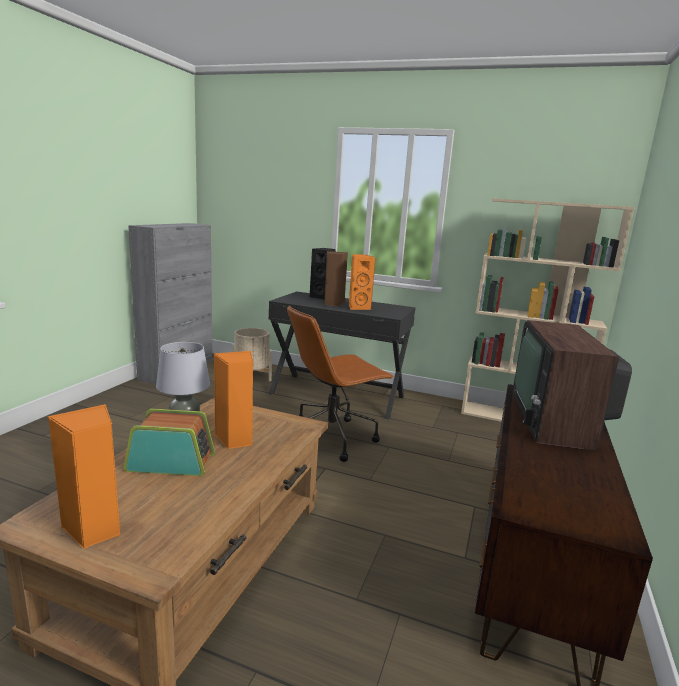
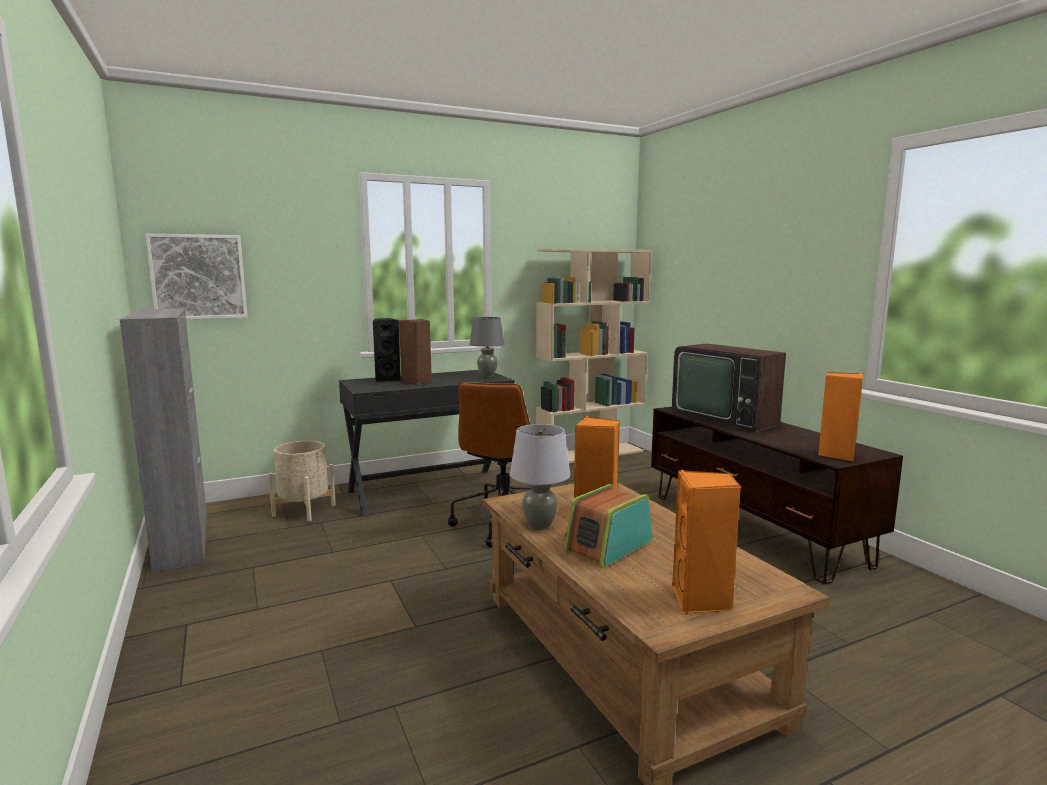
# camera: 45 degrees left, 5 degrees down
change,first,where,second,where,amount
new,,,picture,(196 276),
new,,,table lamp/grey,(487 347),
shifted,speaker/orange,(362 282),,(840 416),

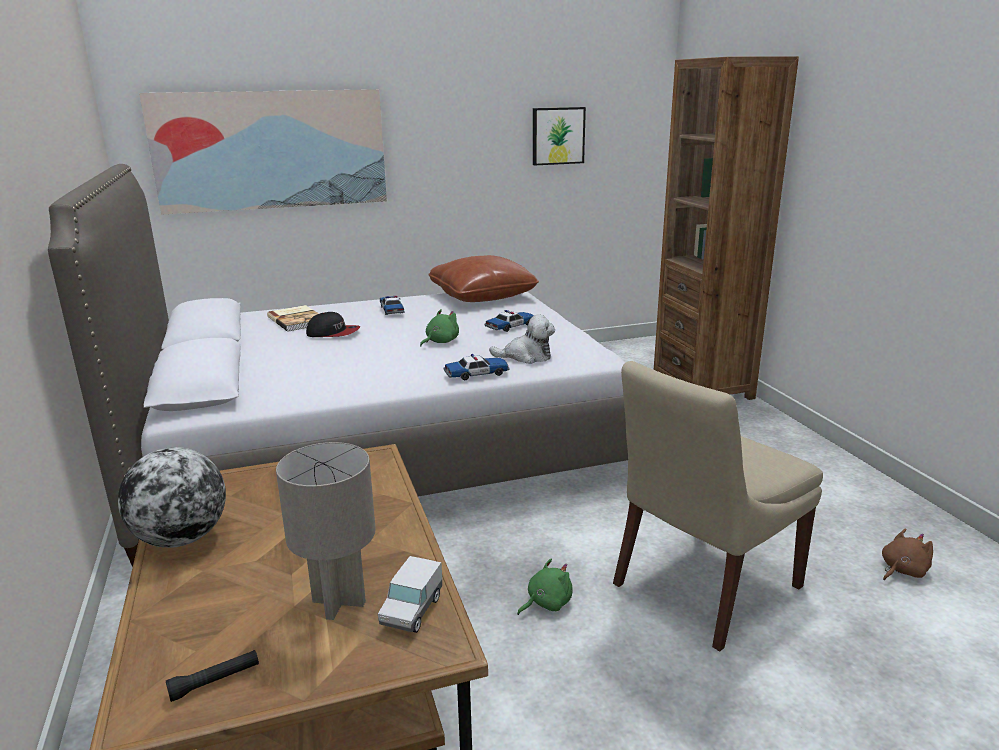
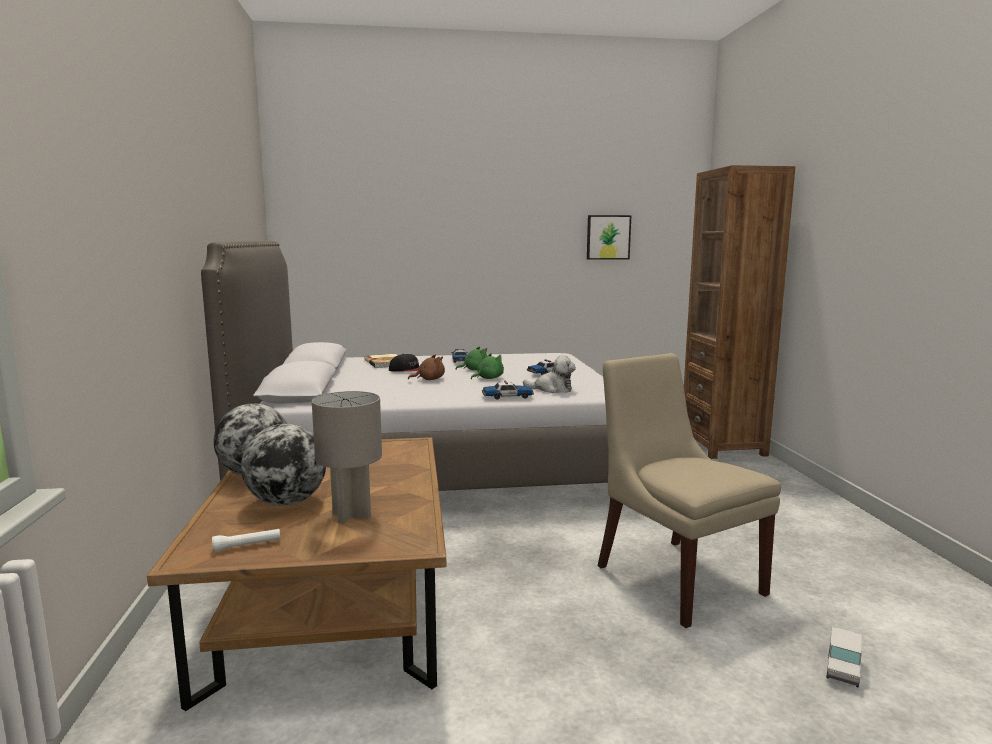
# camera: 10 degrees right, 10 degrees down
change,first,where,second,where,amount
repainted,flashlight/black,(212 676),flashlight/white,(246 540),
new,,,globe,(283 465),
shifted,plush toy/brown,(907 554),,(426 367),
shifted,plush toy/green,(545 586),,(472 358),
rotated,chair/beige,(718 506),,(689 490),90 degrees clockwise
shifted,toy truck,(410 594),,(844 657),
gone,picture,(263 152),,,
gone,pillow/brown,(484 278),,,

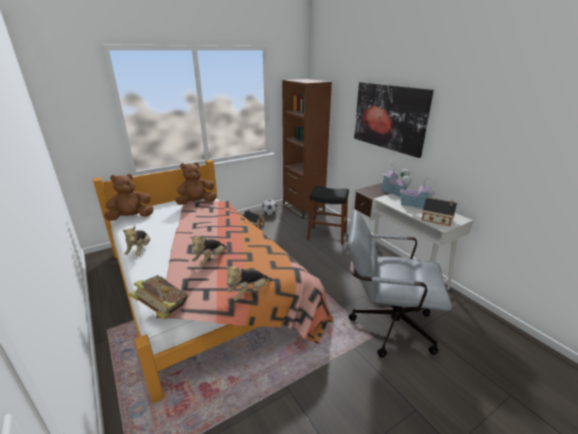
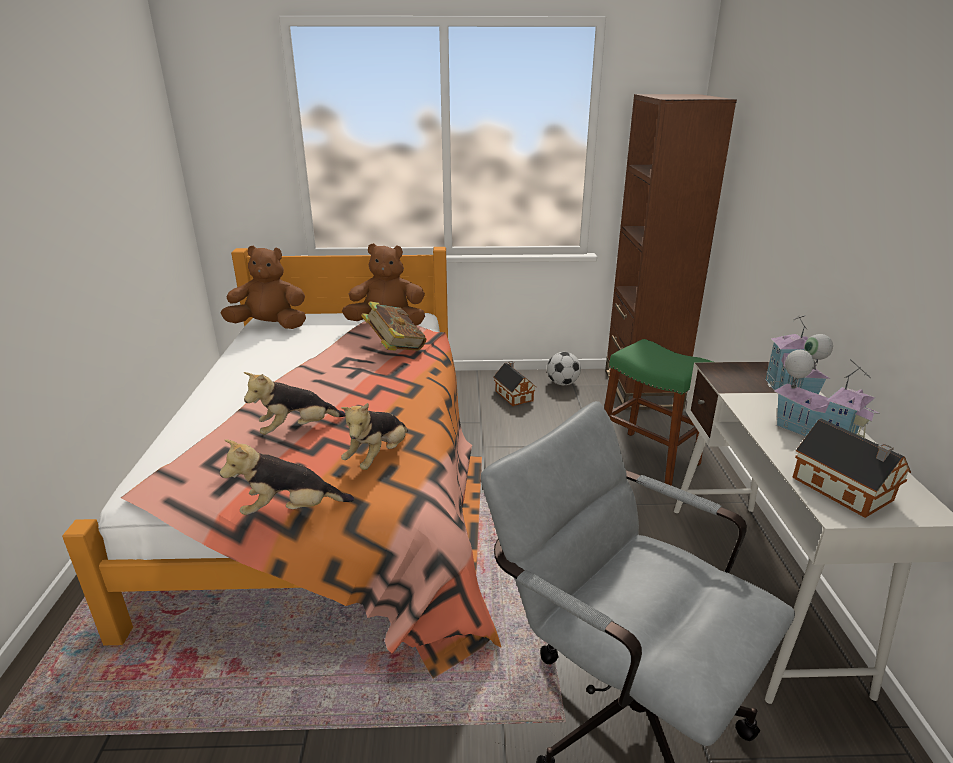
# camera: 30 degrees right, 0 degrees up
change,first,where,second,where,amount
shifted,plush toy,(136 241),,(374 436),
shifted,book,(158 297),,(393 326),
repainted,stool/black,(328 215),stool/green,(658 412),
gone,picture,(394 120),,,

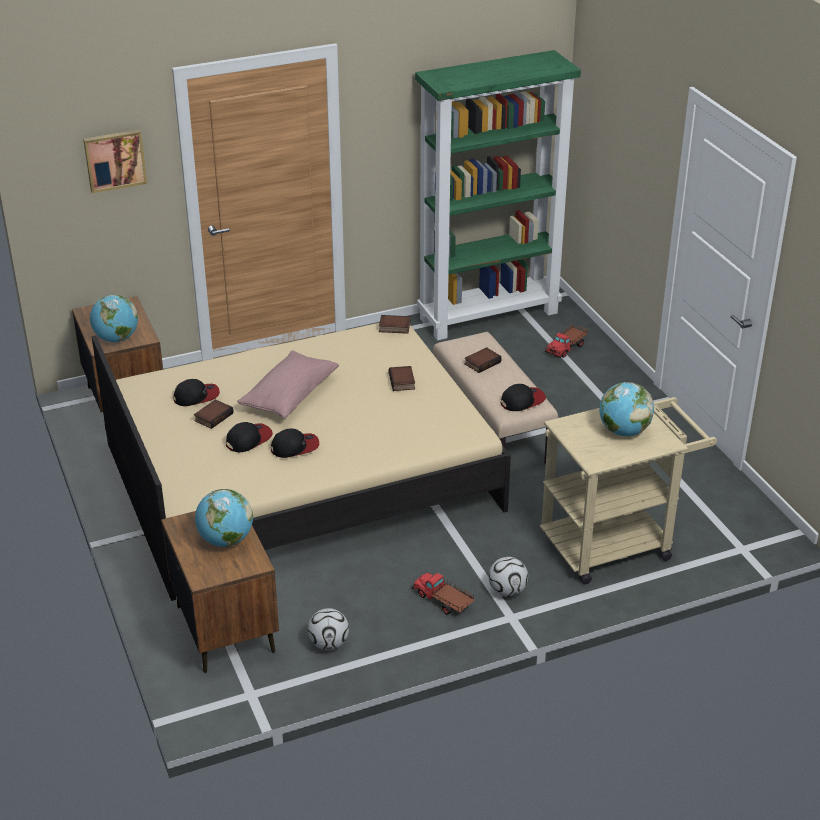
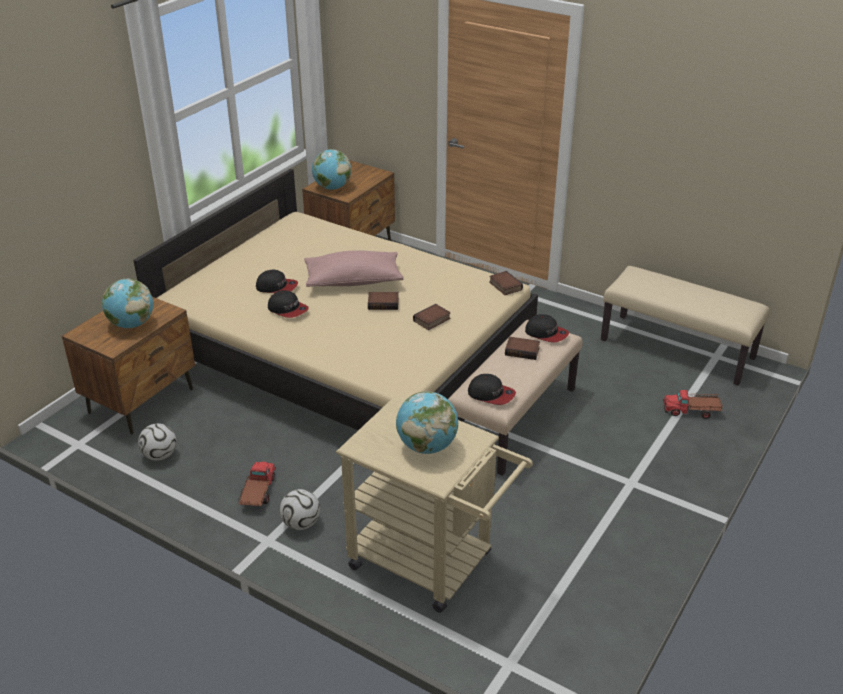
# camera: 55 degrees right, 0 degrees up
change,first,where,second,where,amount
shifted,book,(214 414),,(383 301),
shifted,cap,(196 392),,(547 328),
swapped,bookcase/green,(498 195),bench/beige,(685 326),
gone,picture,(115 161),,,

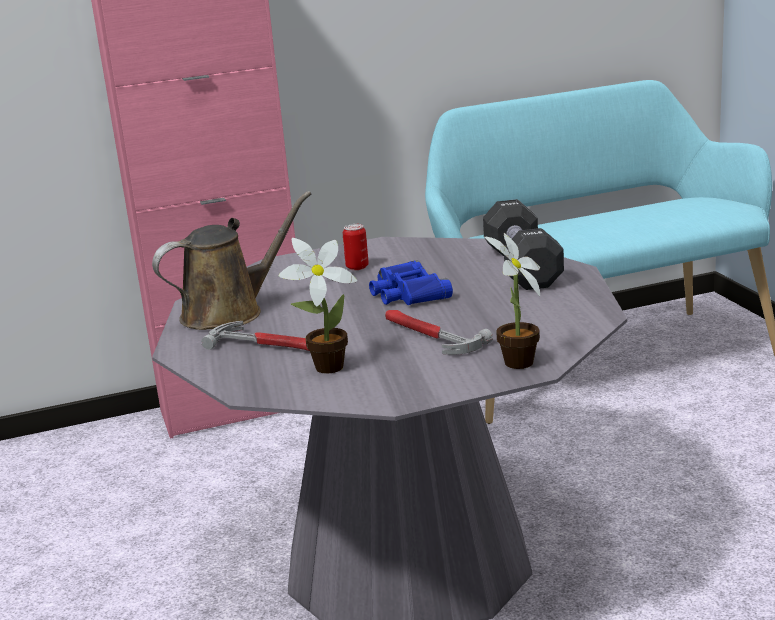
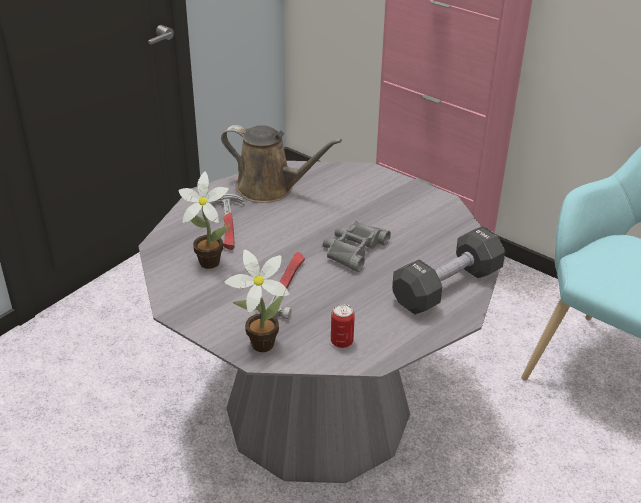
# camera: 55 degrees right, 15 degrees up
change,first,where,second,where,amount
repainted,binoculars/blue,(411 282),binoculars/grey,(357 246),
shifted,can,(355 247),,(343 326),

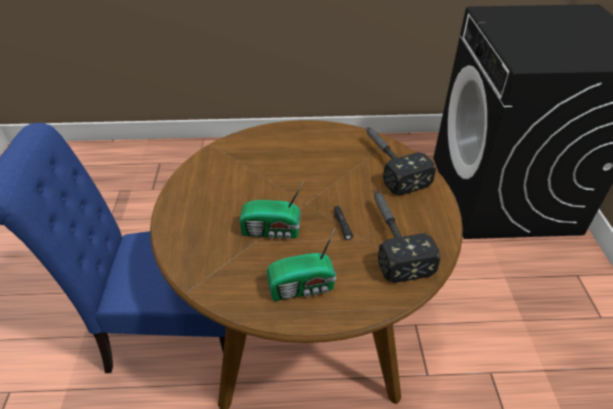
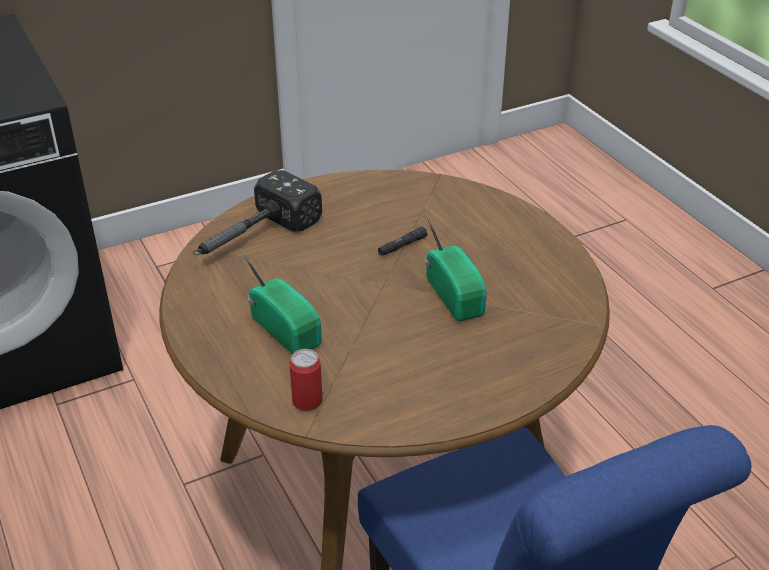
# camera: 115 degrees left, 5 degrees down
change,first,where,second,where,amount
shifted,radio,(301 265),,(280 301),
new,,,can,(306 380),
gone,hammer,(407 236),,,

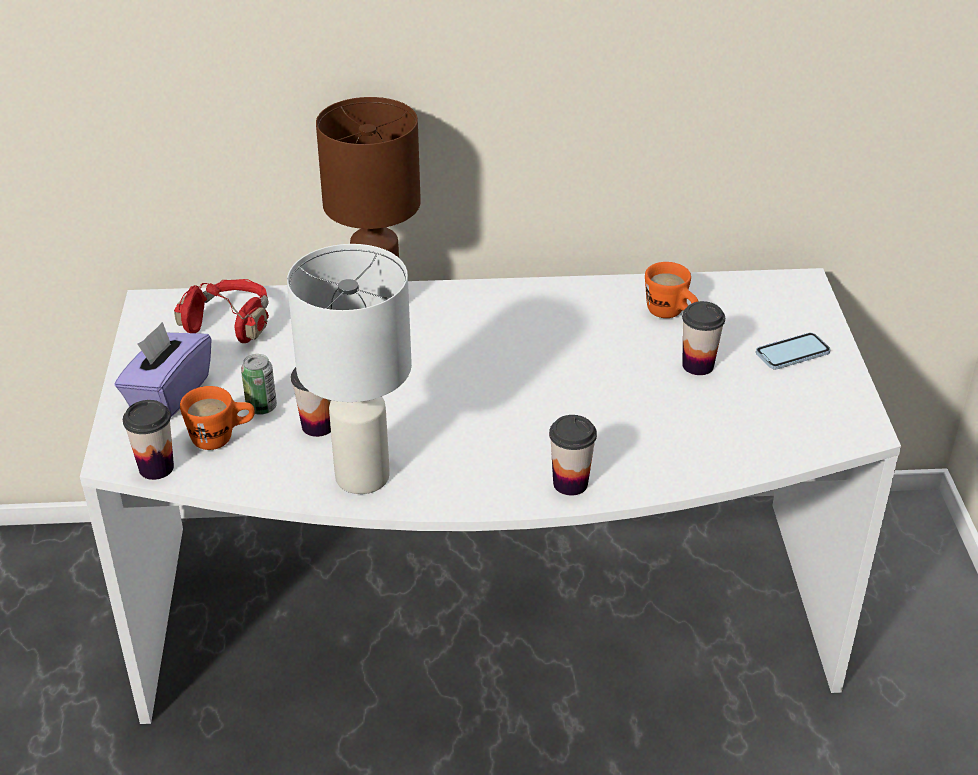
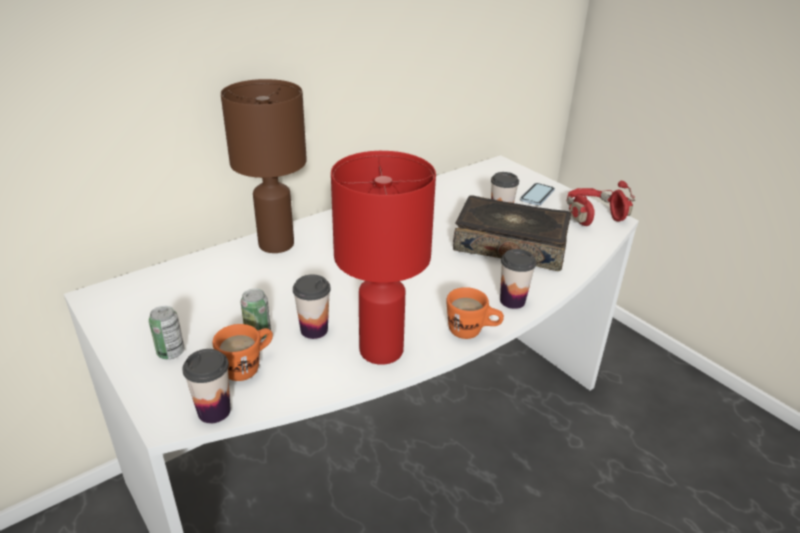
# camera: 35 degrees left, 5 degrees down
change,first,where,second,where,amount
swapped,tissue box/purple,(163 369),can,(166 332),
repainted,table lamp/white,(349 369),table lamp/red,(383 258),
shifted,mug/orange,(671 290),,(475 313),
new,,,book,(512 233),
shifted,headphones/red,(221 311),,(601 203),

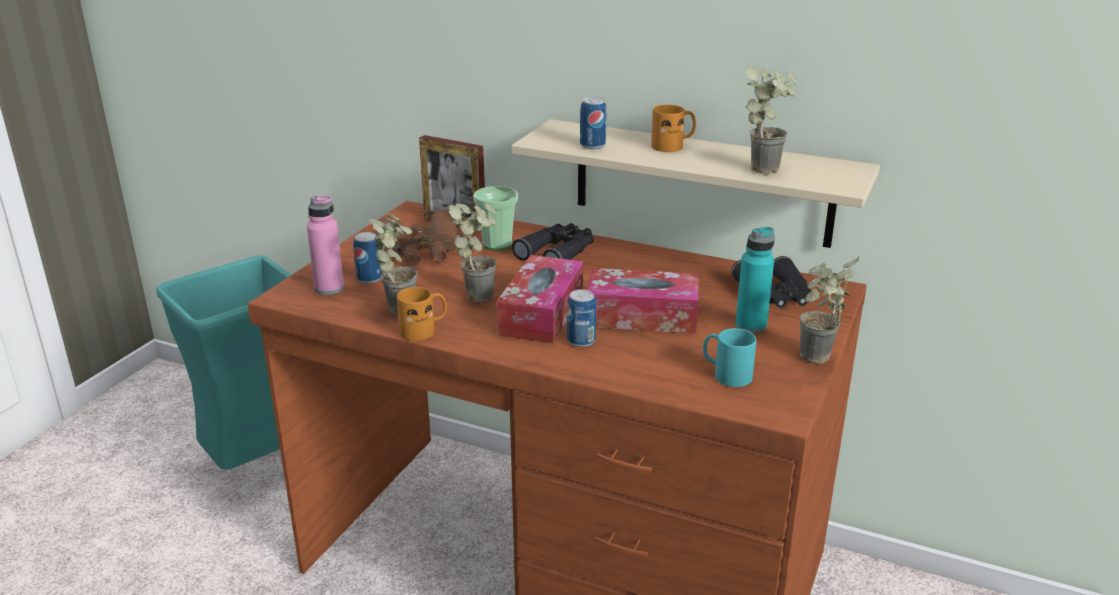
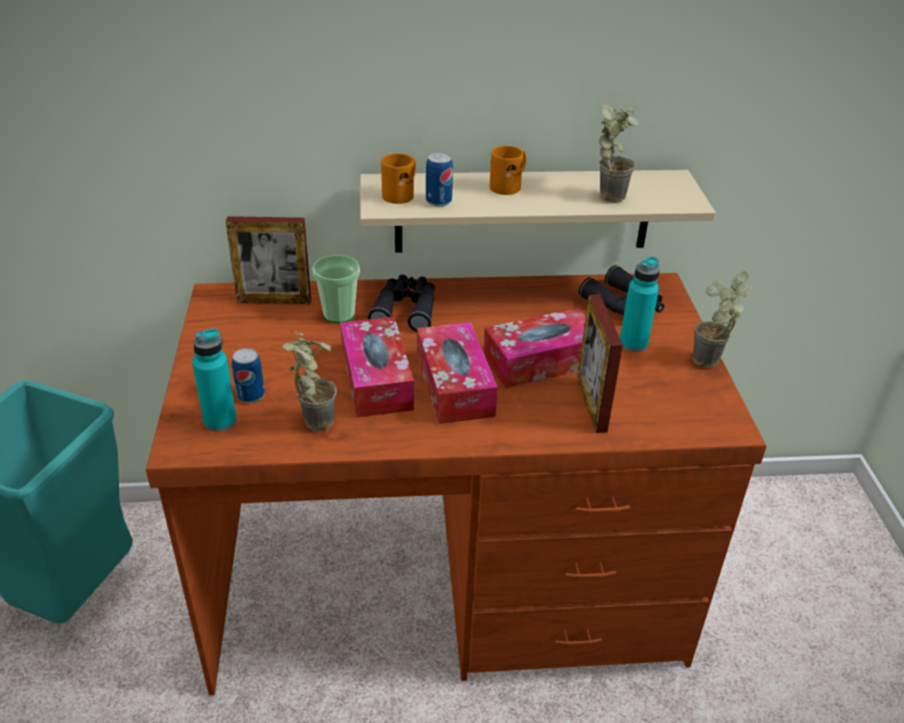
# camera: 30 degrees left, 10 degrees up
change,first,where,second,where,amount
repainted,bottle/pink,(325 245),bottle/turquoise,(214 380),
swapped,potted plant,(473 252),tissue box,(377 367),
shifted,mug/orange,(422 314),,(398 178),
new,,,picture frame,(600 363),
gone,binoculars/brown,(418 238),,,
gone,can,(582 318),,,
gone,mug/turquoise,(730 357),,,

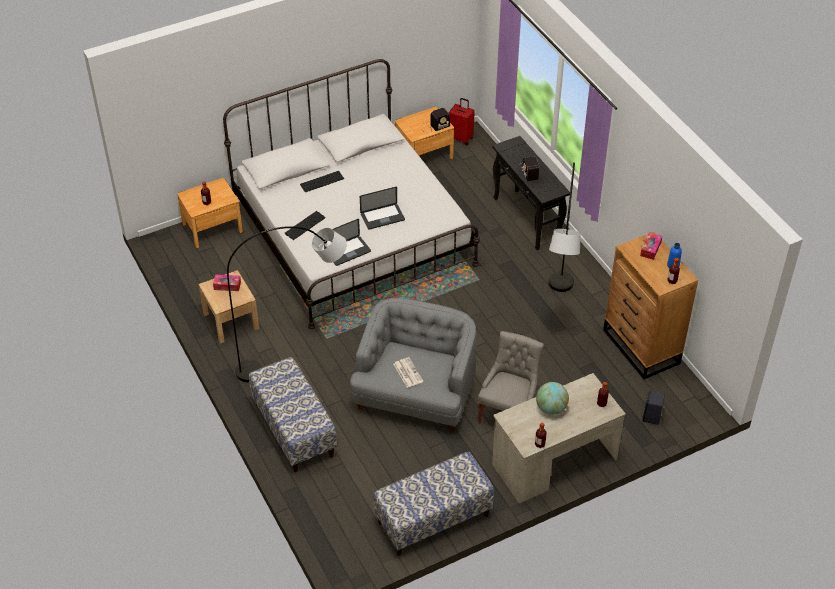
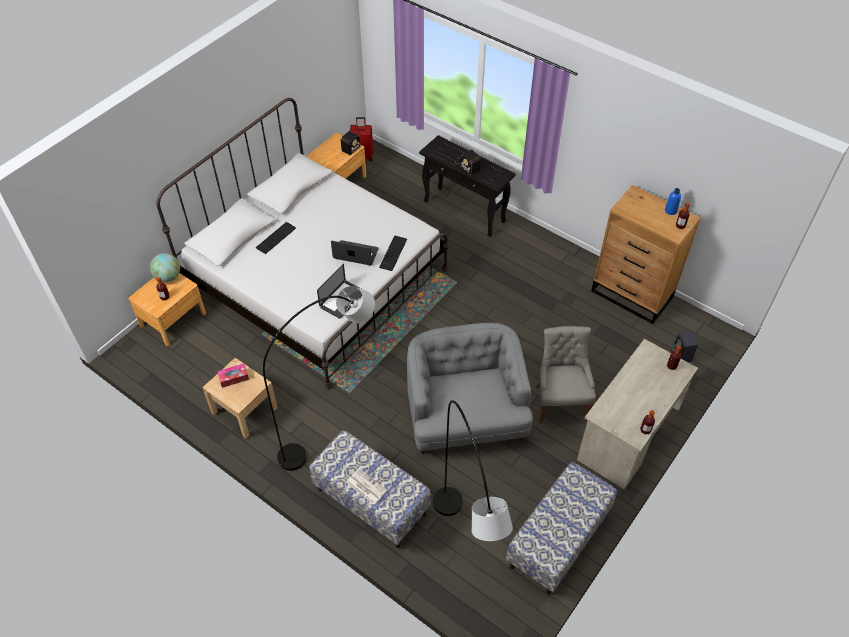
# camera: 25 degrees left, 5 degrees up
change,first,where,second,where,amount
shifted,globe,(552 398),,(165 267),
rotated,laptop,(382 208),,(354 253),120 degrees counterclockwise
shifted,newspaper,(408 372),,(366 486),
shifted,keyboard,(305 225),,(393 253),
shifted,floor lamp/grey,(564 227),,(473 470),
gone,tissue box,(651 246),,,

